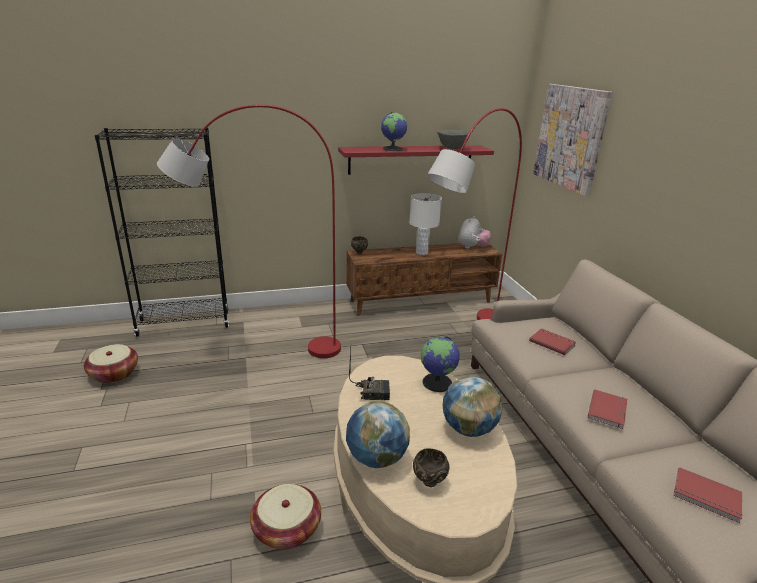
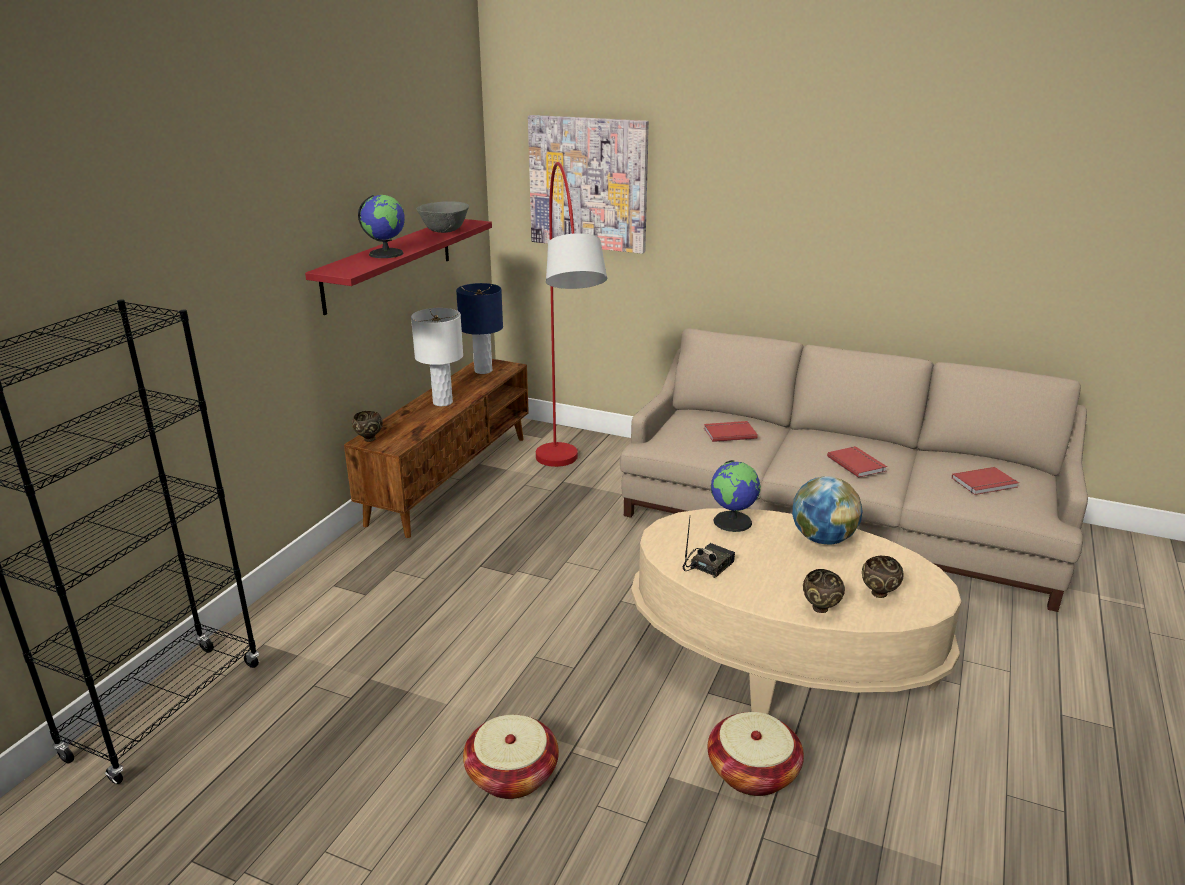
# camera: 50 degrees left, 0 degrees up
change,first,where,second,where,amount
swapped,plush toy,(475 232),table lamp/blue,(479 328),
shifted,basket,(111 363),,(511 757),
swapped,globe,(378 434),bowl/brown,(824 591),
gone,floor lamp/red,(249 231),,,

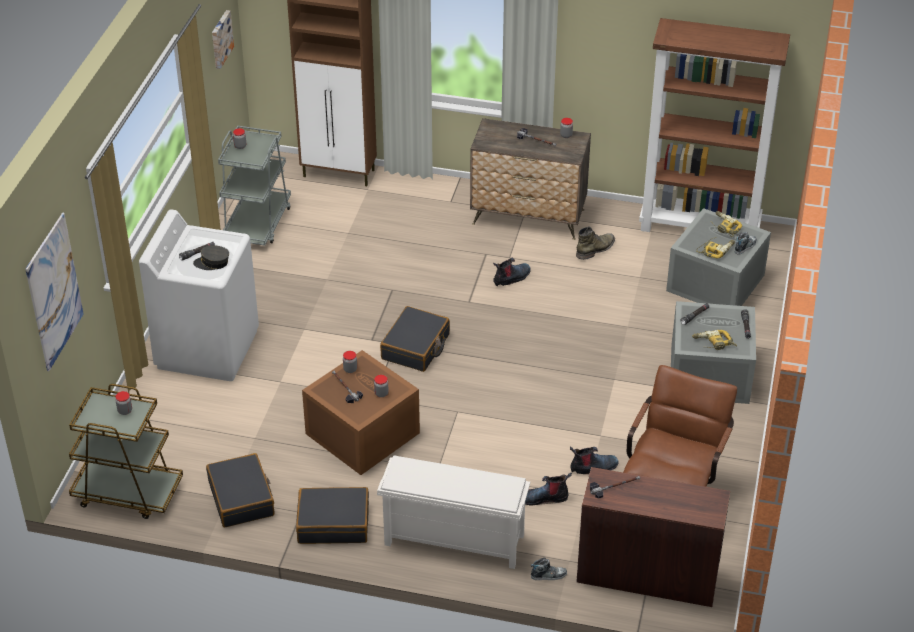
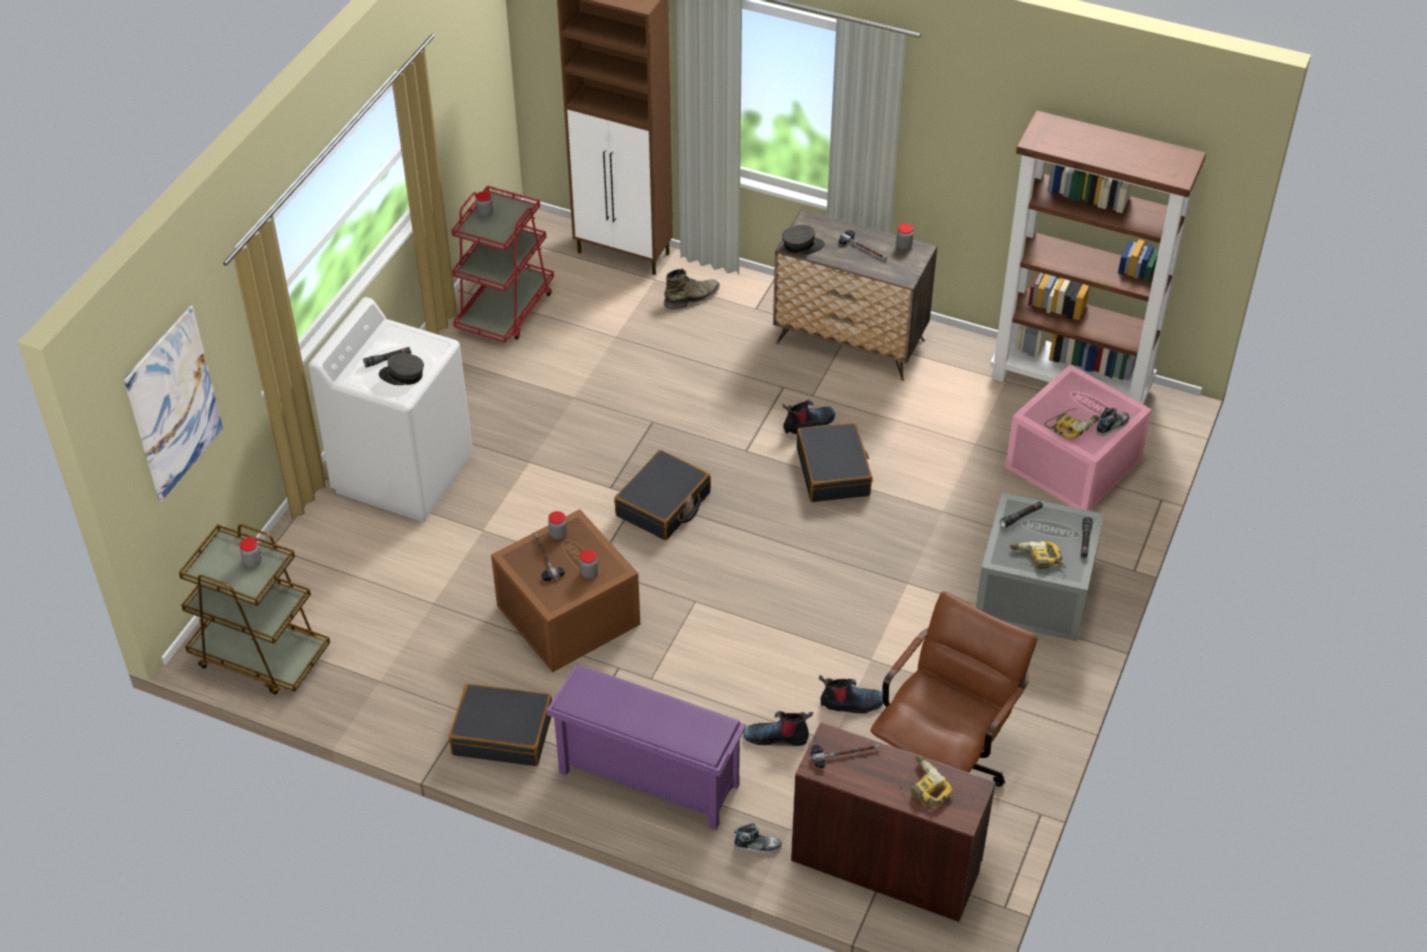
# camera: 10 degrees right, 5 degrees up
change,first,where,second,where,amount
repainted,cart/grey,(254 186),cart/red,(503 264),
repainted,shoe rack/white,(453 512),shoe rack/purple,(646 747),
shifted,boot/green,(595 243),,(692 288),
new,,,cap/grey,(803 239),
shifted,suitcase/black,(240 490),,(835 462),
shifted,power drill,(726 224),,(927 784),
repainted,storage box/grey,(718 257),storage box/pink,(1078 437),
gone,picture,(223 39),,,

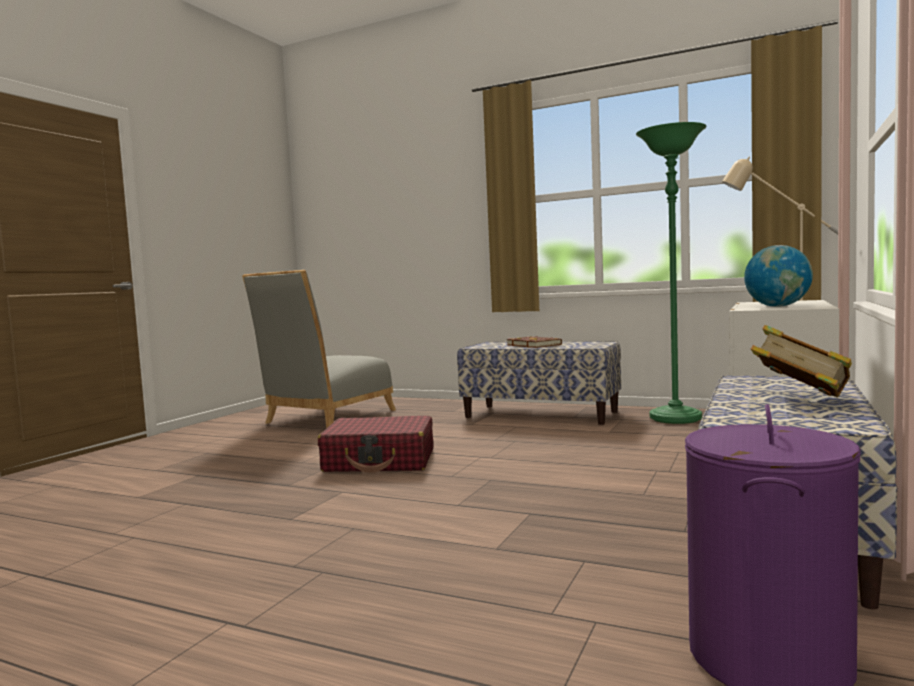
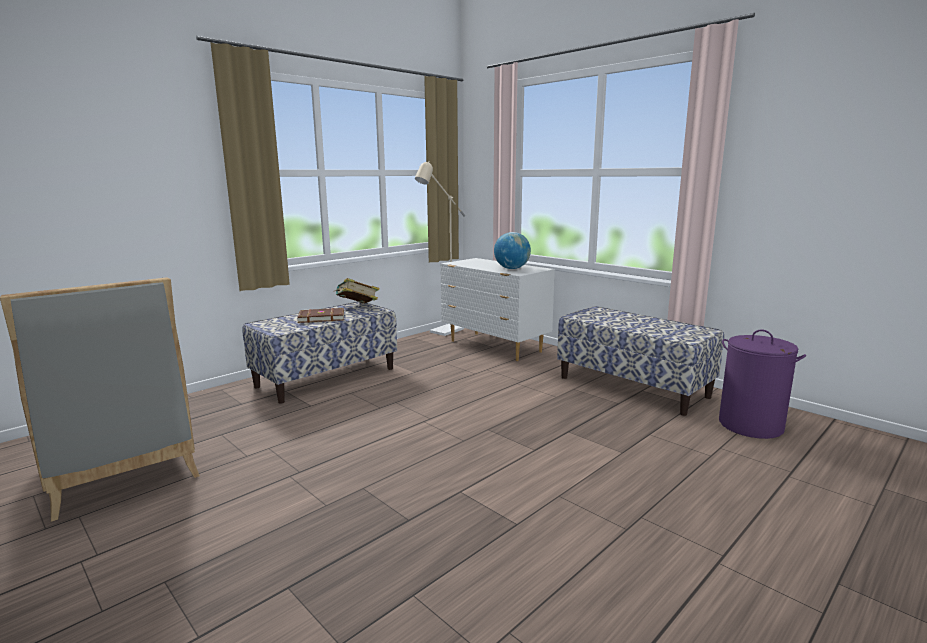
# camera: 70 degrees left, 10 degrees up
change,first,where,second,where,amount
shifted,book,(801 361),,(357 290),
gone,suitcase/red,(375 444),,,
gone,floor lamp/green,(671 273),,,

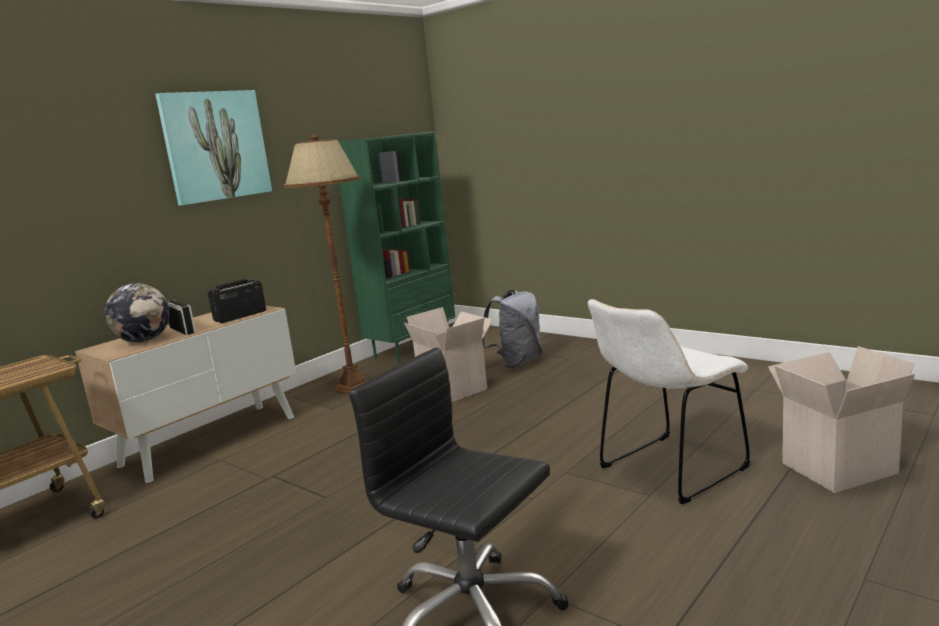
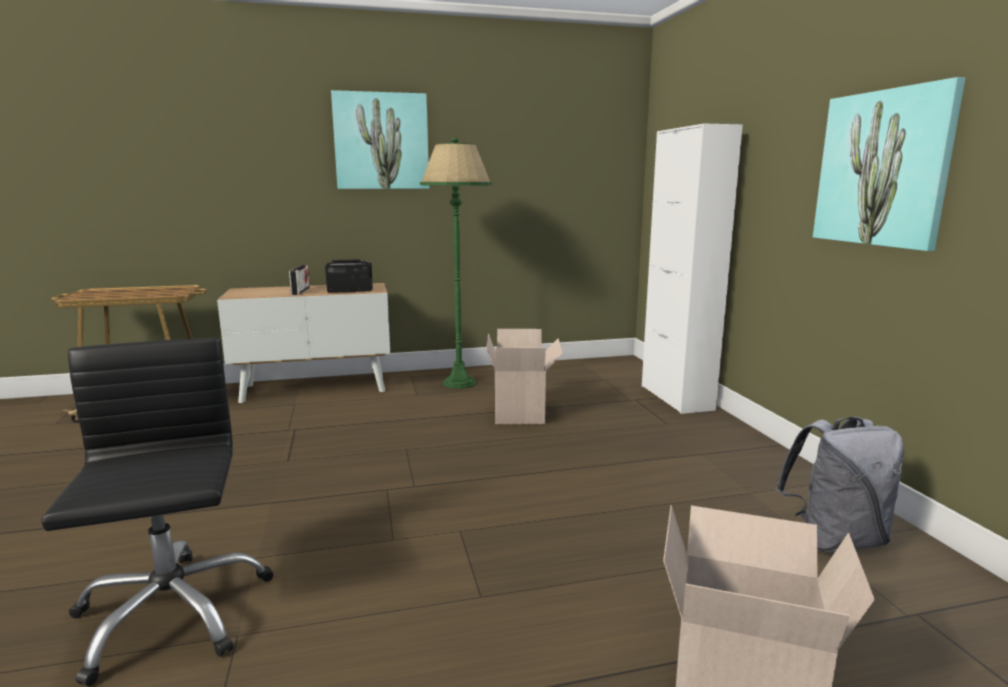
# camera: 35 degrees right, 0 degrees up
change,first,where,second,where,amount
repainted,floor lamp/brown,(326 264),floor lamp/green,(456 263),
new,,,cabinet/white,(692 269),
shifted,backpack/grey,(512 329),,(839 484),
new,,,picture,(889 164),
gone,globe,(137 313),,,
gone,bookcase/green,(397 247),,,
gone,chair/white,(669 401),,,

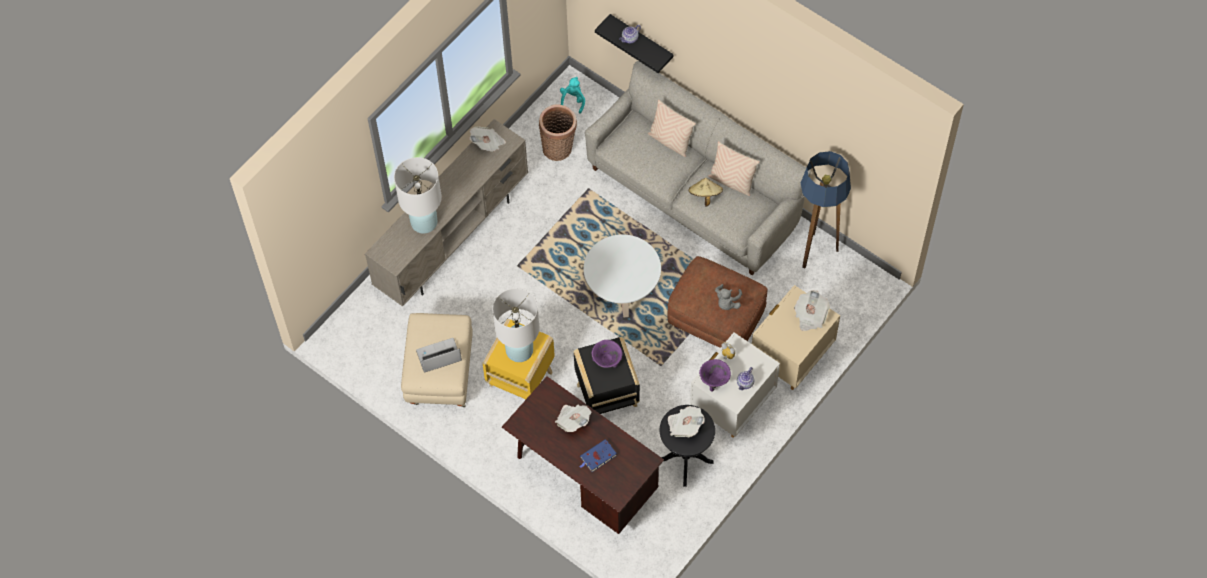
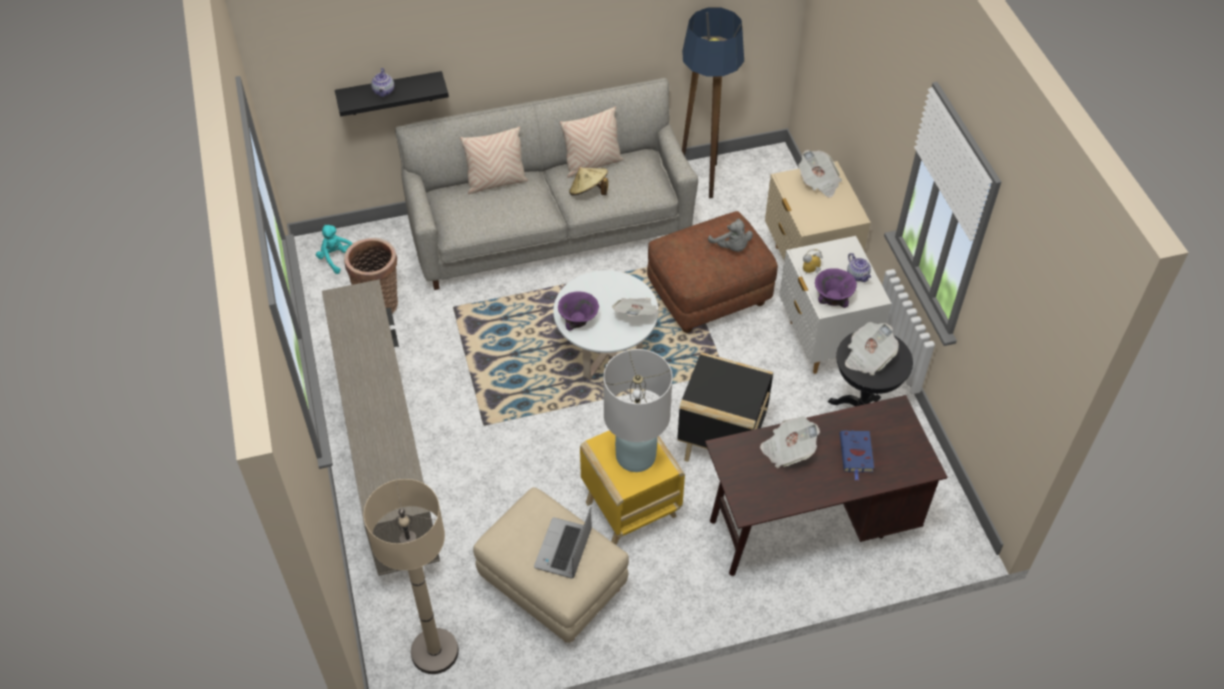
# camera: 55 degrees left, 10 degrees down
change,first,where,second,where,amount
new,,,floor lamp/beige,(411 576),
shifted,bowl/purple,(607 354),,(578 311),
shifted,newspaper,(487 139),,(635 307),
gone,table lamp/white,(418 195),,,

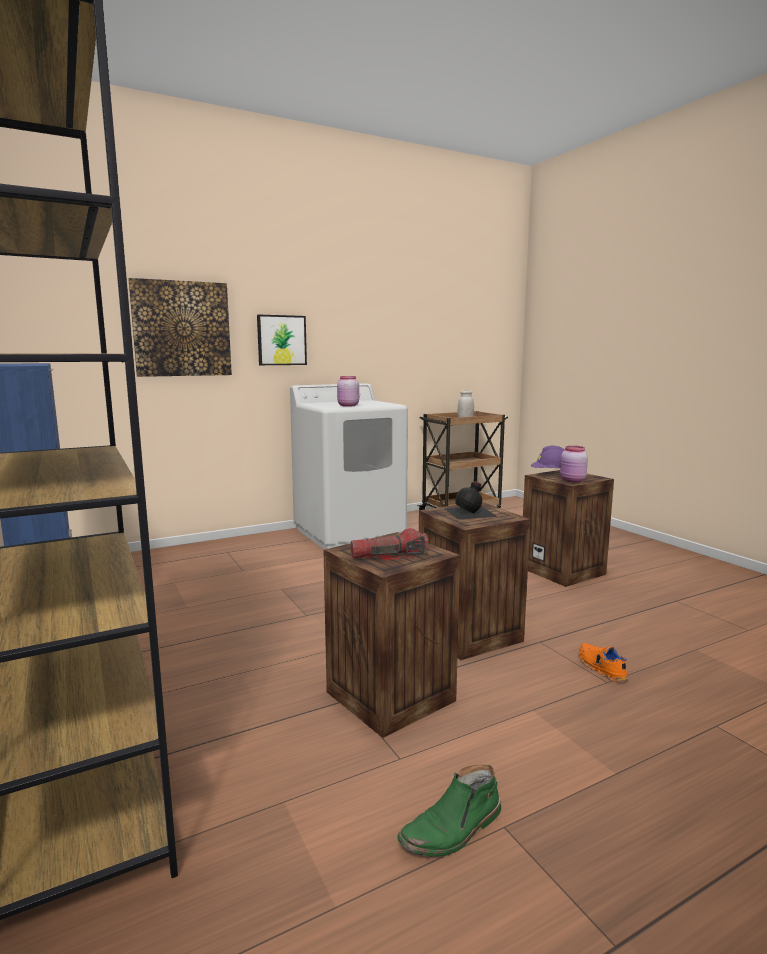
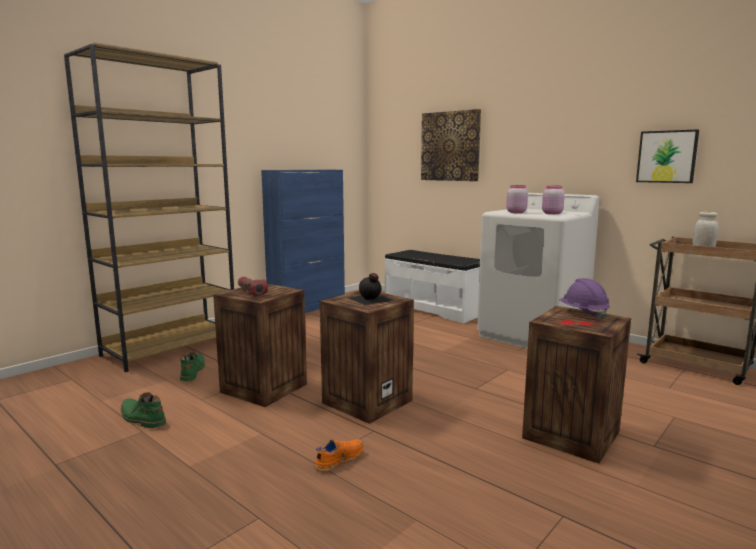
# camera: 70 degrees right, 0 degrees up
change,first,where,second,where,amount
new,,,boot/green,(192 366),
new,,,bench/white,(432 286),
shifted,jar/pink,(574 464),,(553 199),
shifted,picture,(282 339),,(667 156),

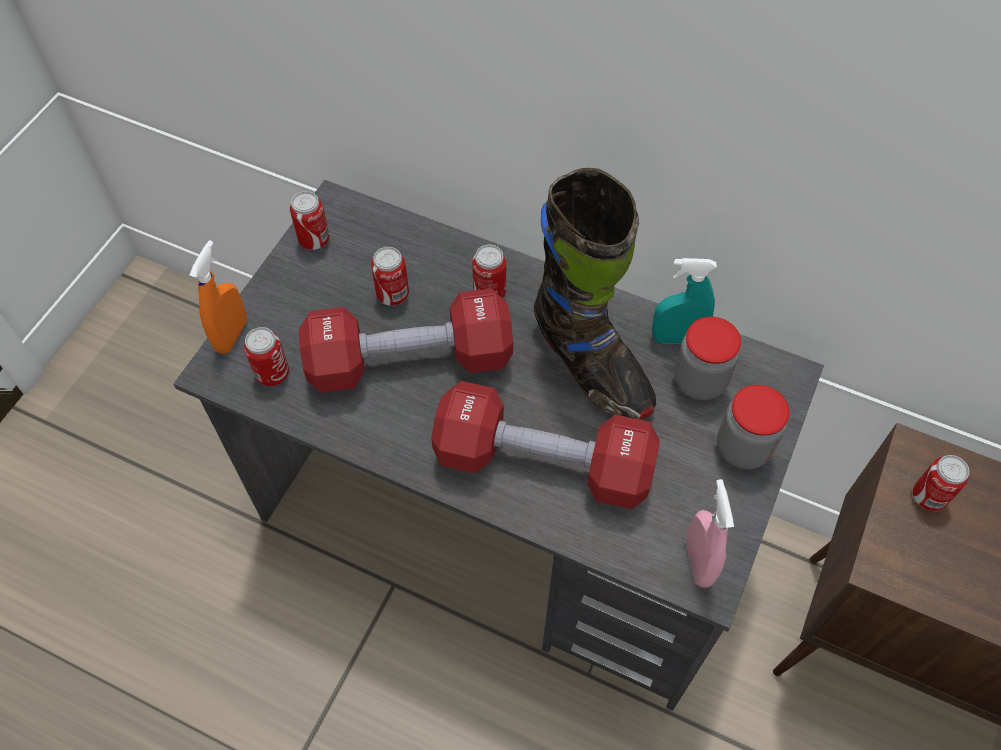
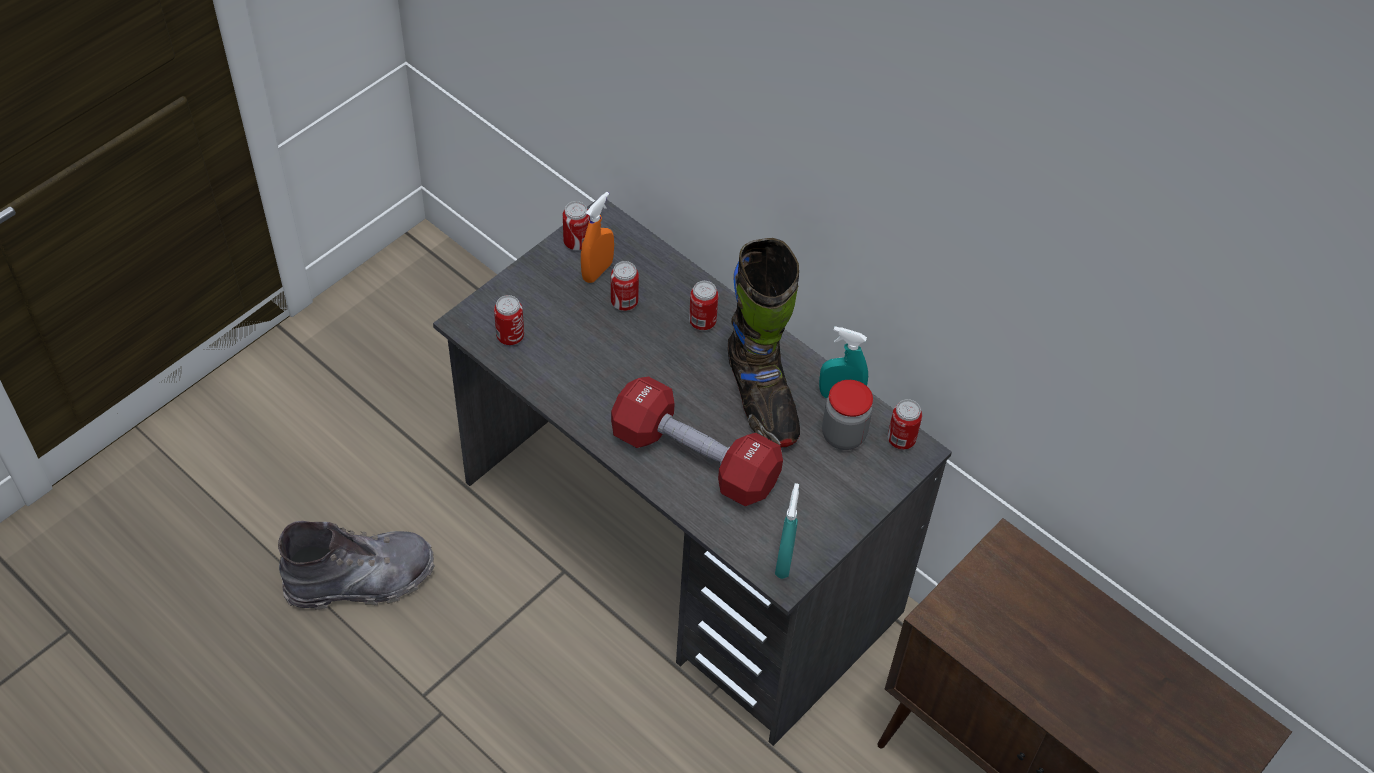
# camera: 15 degrees right, 5 degrees down
change,first,where,second,where,amount
new,,,boot/grey,(356 565),
shifted,spray bottle/orange,(218 297),,(597 237),
repainted,spray bottle/pink,(710 533),spray bottle/turquoise,(787 531),
shifted,can,(941 483),,(904 424),
gone,dumbbell/red,(406 340),,,
gone,jar,(753 427),,,

